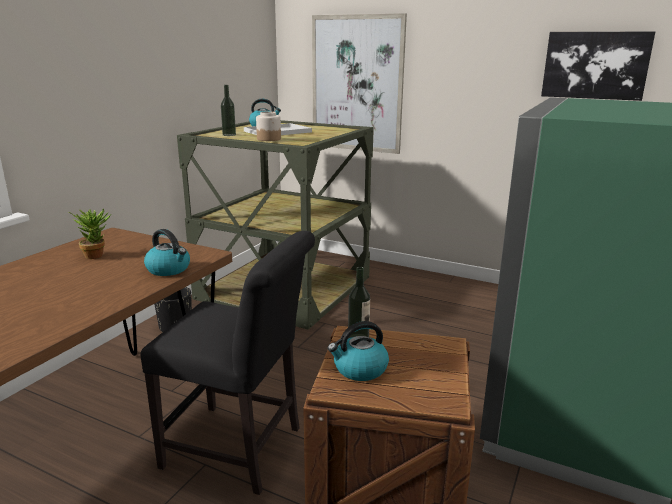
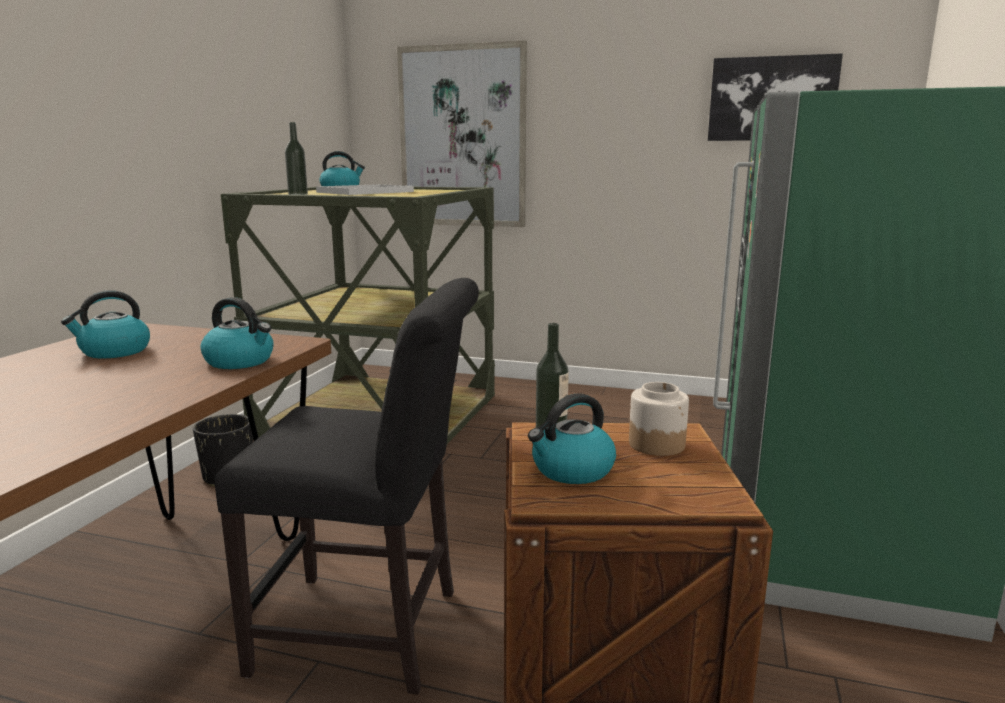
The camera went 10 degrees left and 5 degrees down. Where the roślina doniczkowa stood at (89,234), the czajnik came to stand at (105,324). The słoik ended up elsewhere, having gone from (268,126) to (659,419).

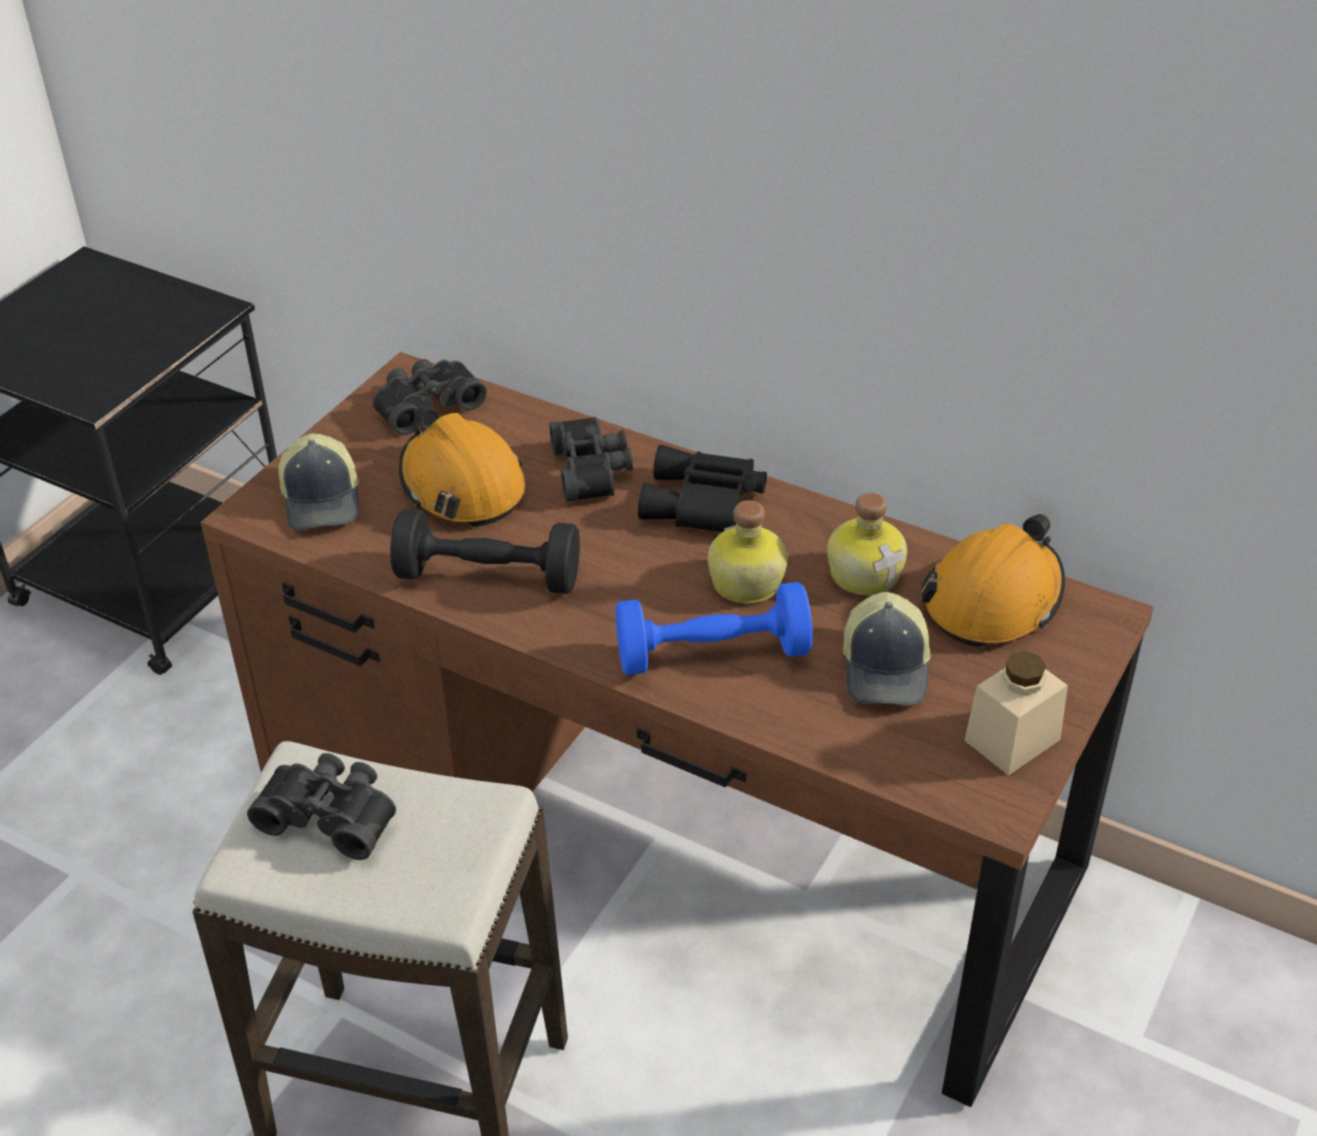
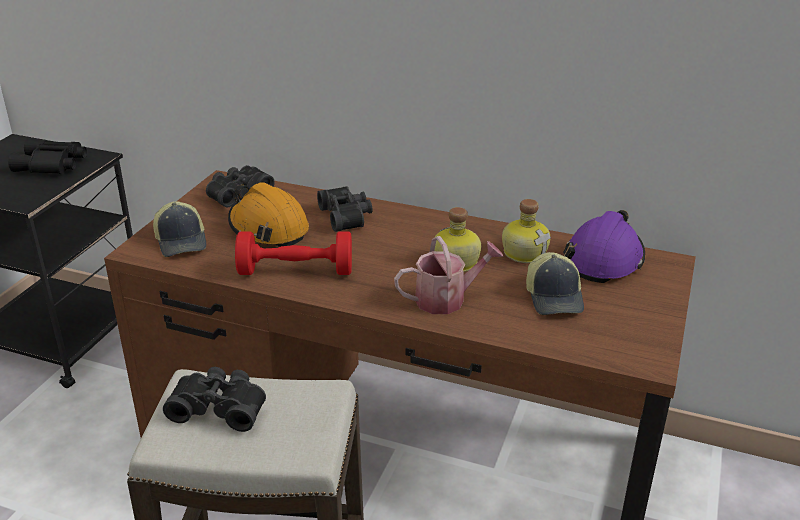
The camera went 10 degrees left and 10 degrees down. What was the hantel (czarny) at (485,551) turned into the hantel (czerwony) at (293,253). Where the hantel (niebieski) stood at (714,628), the konewka came to stand at (449,275). The lornetka (czarny) ended up elsewhere, having gone from (702,488) to (47,156). What was the kask (pomarańczowy) at (993,580) turned into the kask (fioletowy) at (604,246). The second view lost the słoik (beżowy) at (1016,713).

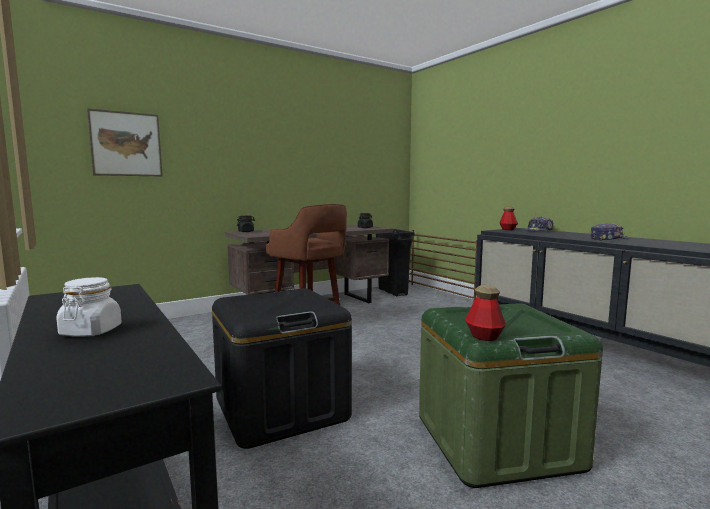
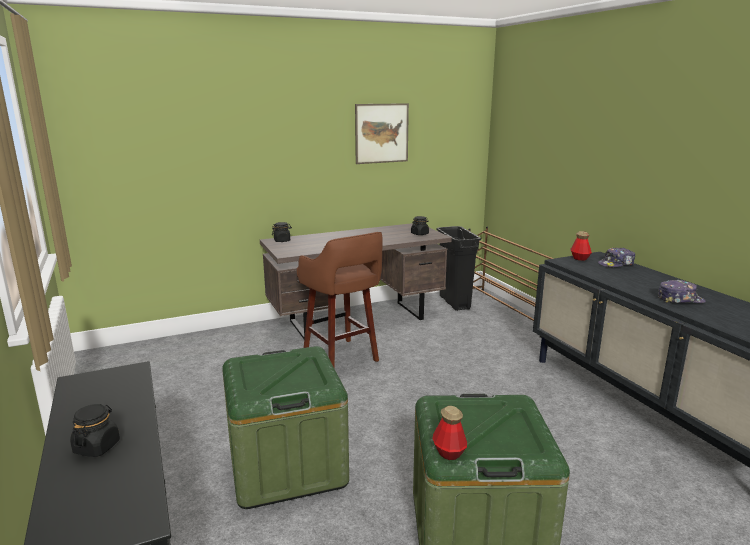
The camera went 10 degrees right and 10 degrees up. What was the słoik (biały) at (89,307) turned into the słoik (czarny) at (95,430). The obraz ended up elsewhere, having gone from (125,142) to (382,133). What was the pojemnik do przechowywania (czarny) at (282,368) turned into the pojemnik do przechowywania (zielony) at (285,427).

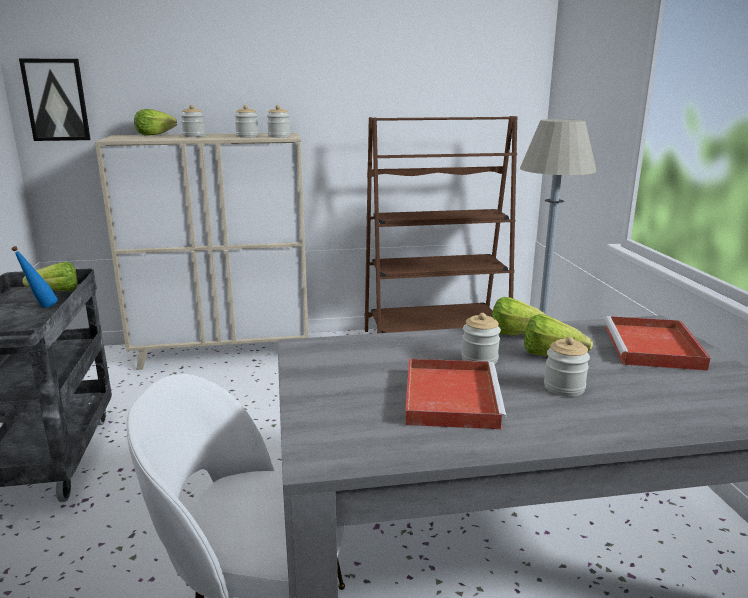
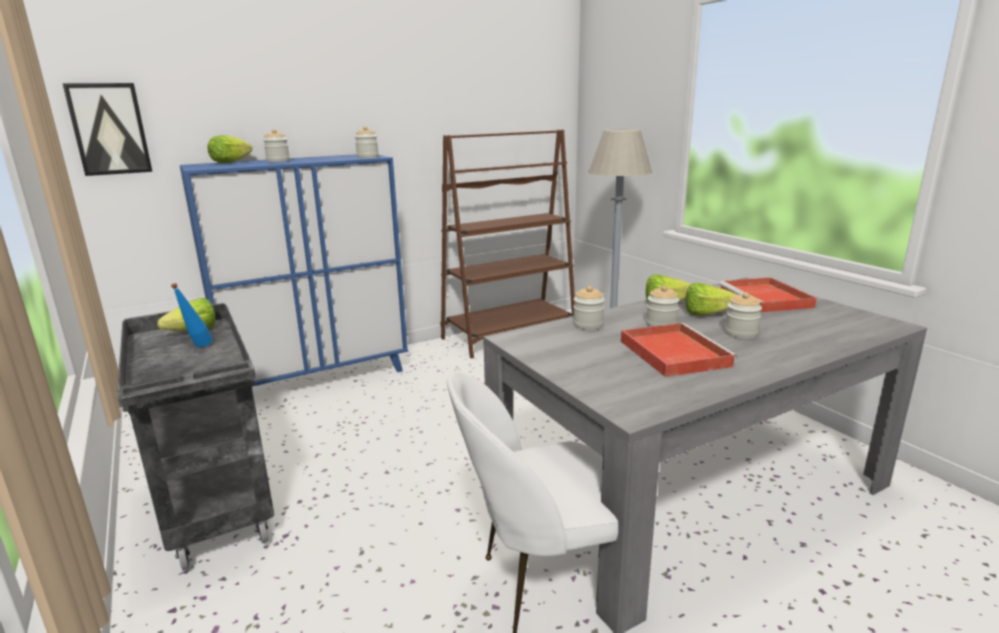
The camera went 20 degrees left and 0 degrees up. What was the szafka (beżowy) at (202,251) turned into the szafka (niebieski) at (294,270). The słoik ended up elsewhere, having gone from (247,121) to (589,308).

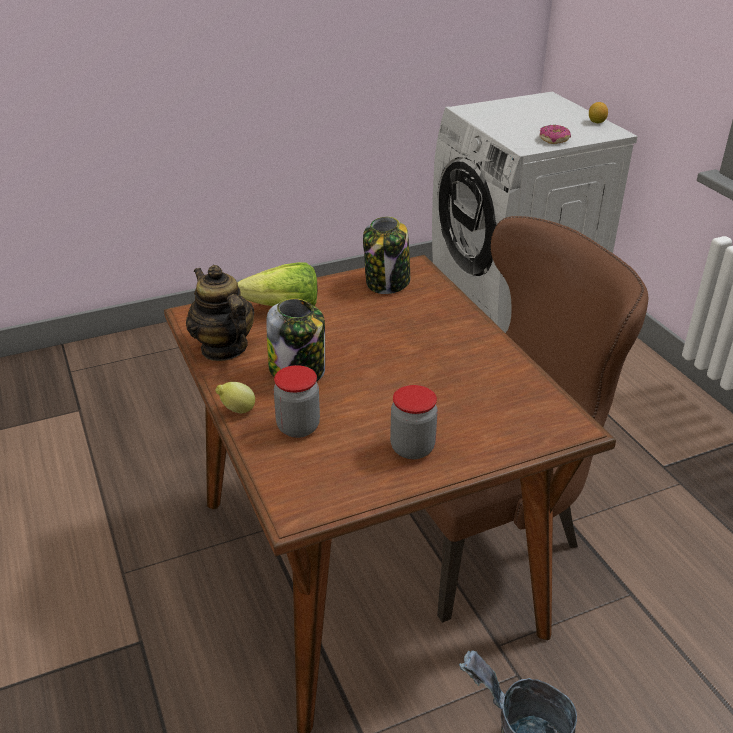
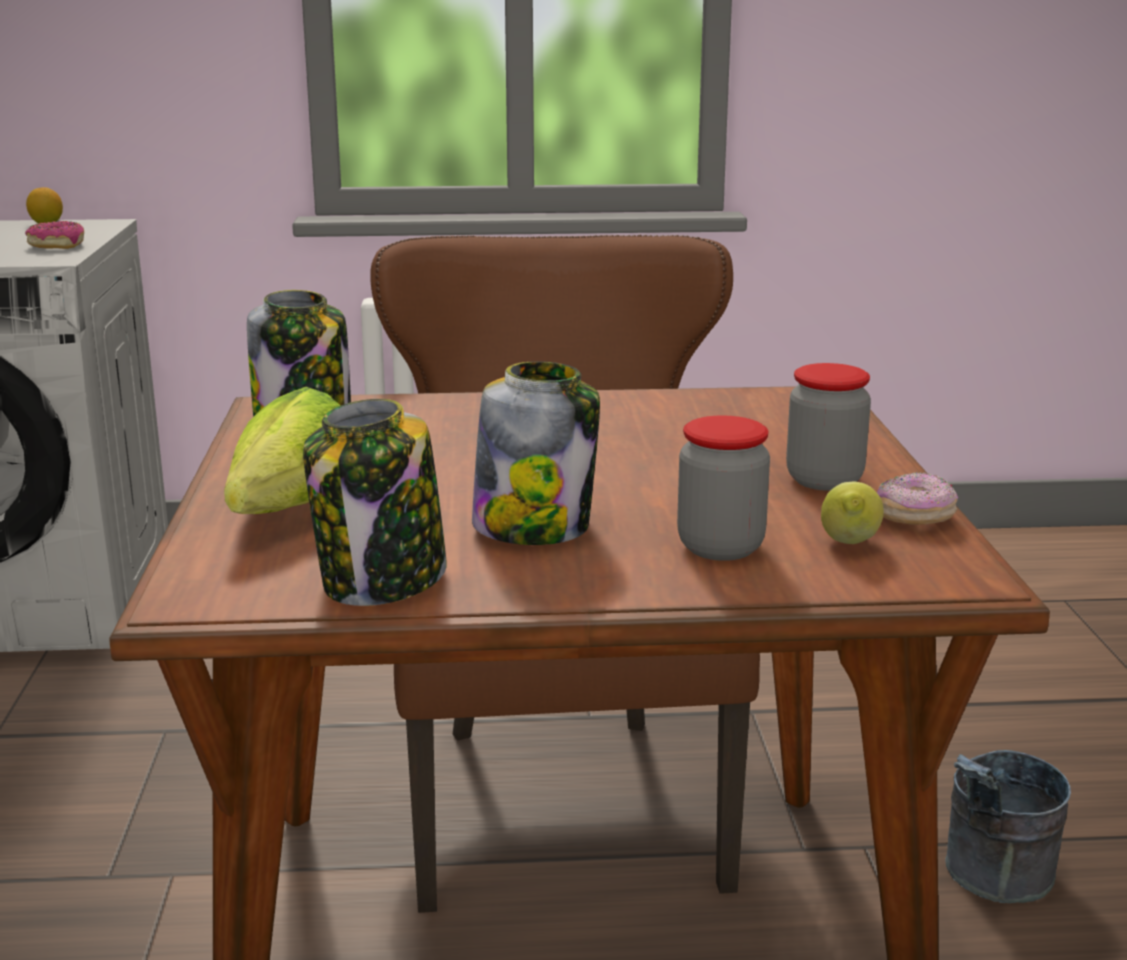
The camera went 70 degrees left and 15 degrees down. Where the imbryk stood at (220,313), the słoik came to stand at (375,502). The cytryna ended up elsewhere, having gone from (235,397) to (852,513). The second view gained the donut at (917,498).

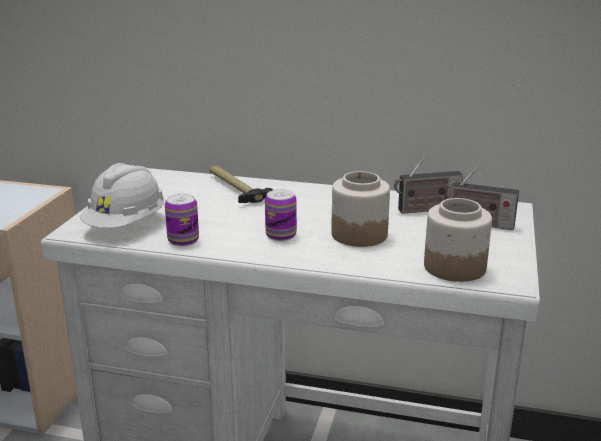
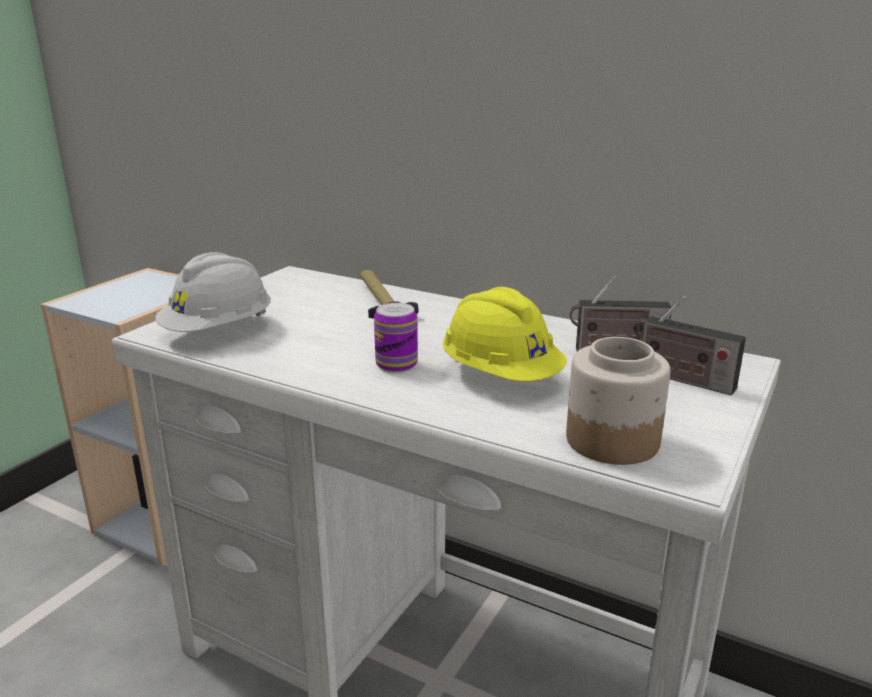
The camera went 15 degrees right and 0 degrees up. The second view lost the puszka at (182,220). Where the słoik stood at (360,209), the kask (żółty) came to stand at (505,334).

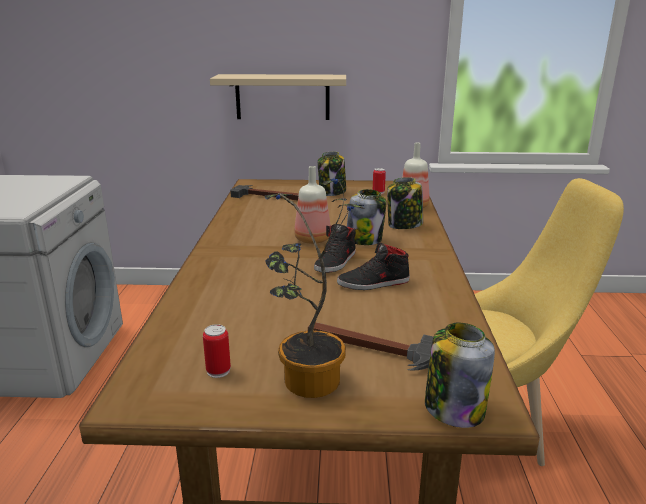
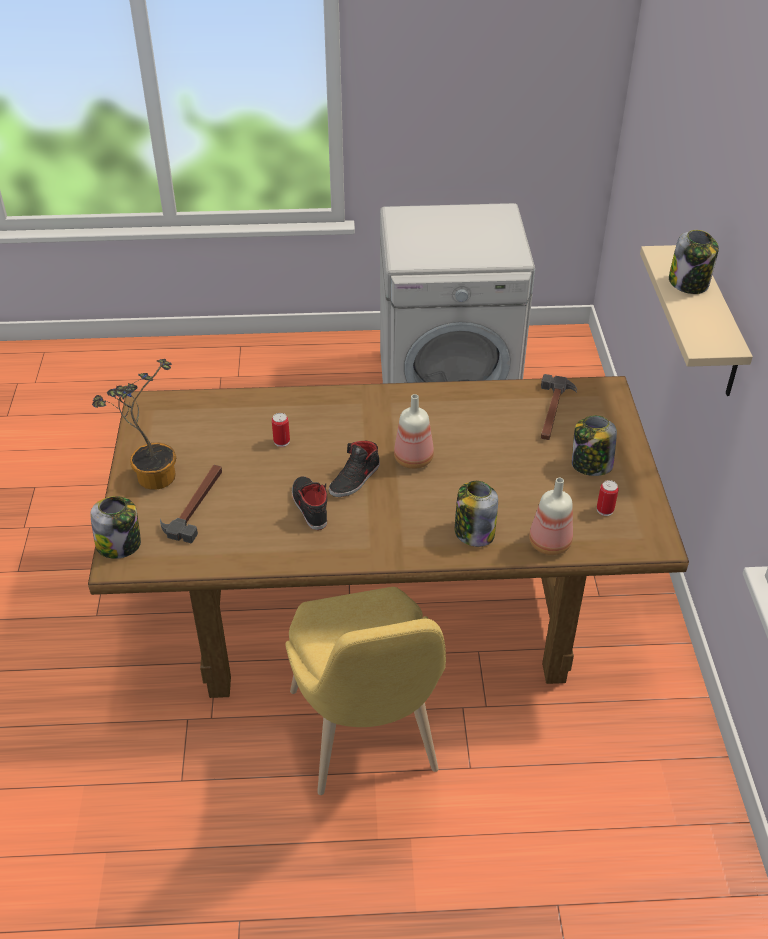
The camera went 85 degrees right and 20 degrees up. The puszka ended up elsewhere, having gone from (217,351) to (281,430). The but (czarny) at (335,248) ended up facing another way, 75 degrees counterclockwise from before. The słoik ended up elsewhere, having gone from (366,217) to (694,262).

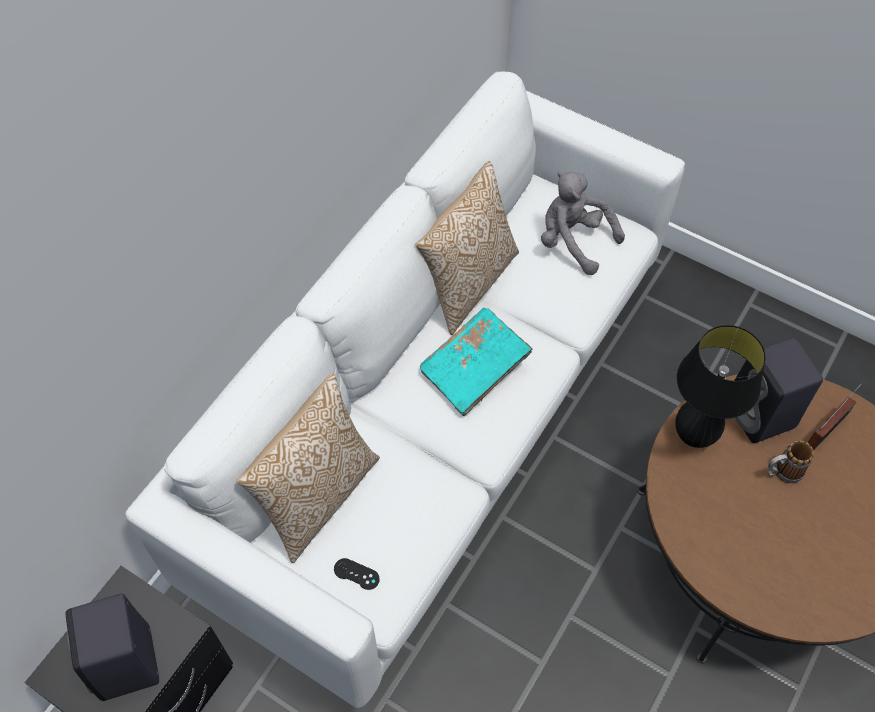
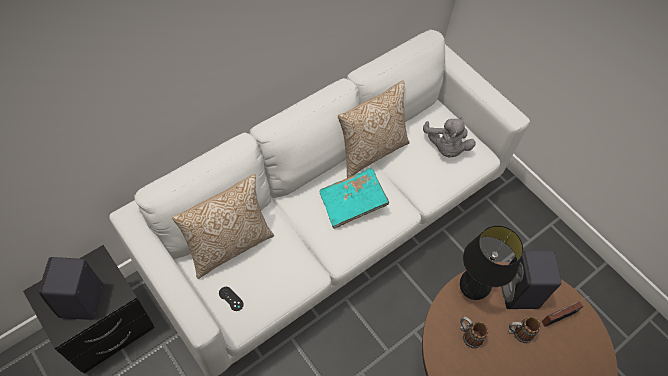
The camera went 15 degrees right and 0 degrees up. The pluszak (szary) at (583,223) ended up facing another way, 150 degrees counterclockwise from before. The second view gained the kubek at (474,332).

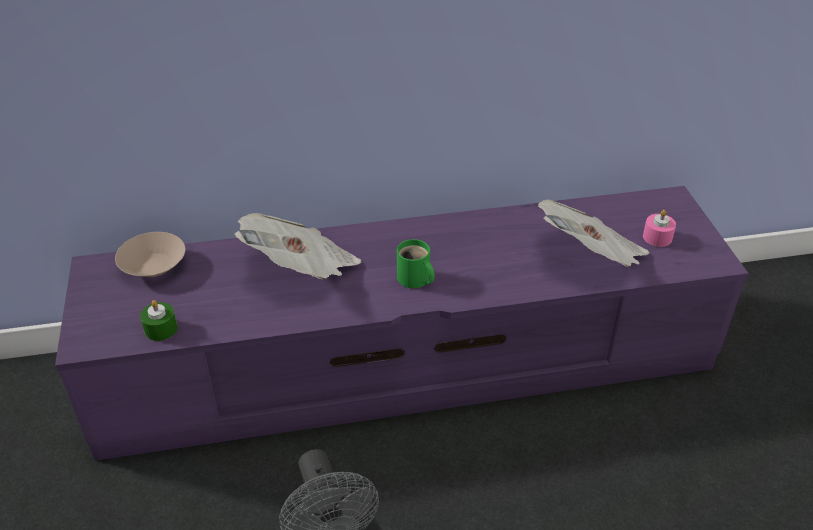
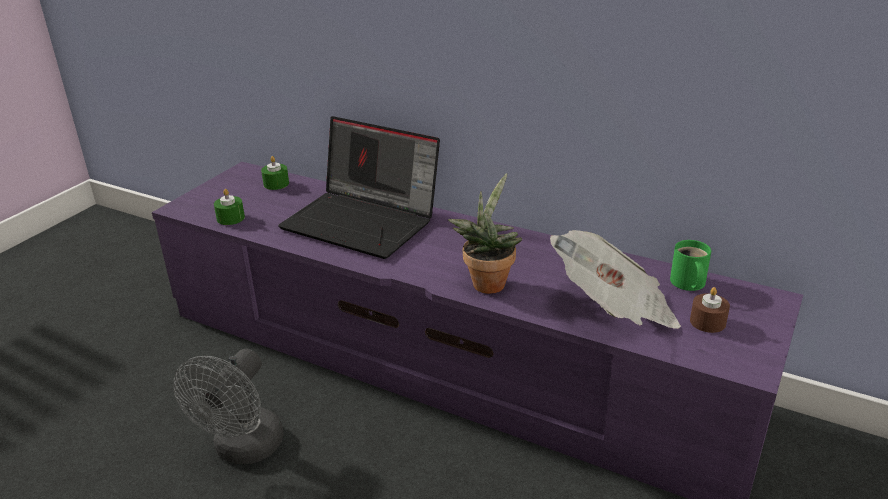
The camera went 40 degrees right and 10 degrees down. Where the miska (beżowy) stood at (150,254), the świeca (zielony) came to stand at (275,173). Where the gazeta stood at (297,246), the laptop came to stand at (359,187). The kubek (zielony) ended up elsewhere, having gone from (416,263) to (690,265). What was the świeca (różowy) at (659,228) turned into the świeca (brązowy) at (710,310). The second view gained the roślina doniczkowa at (485,233).

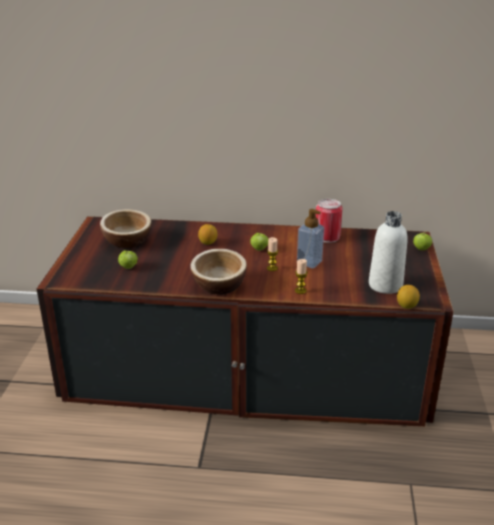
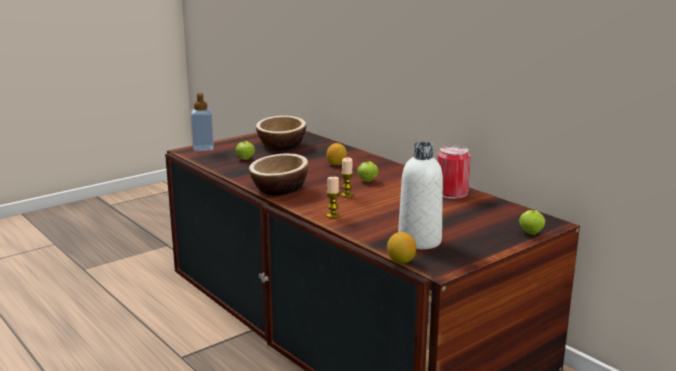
The camera went 45 degrees right and 10 degrees down. The dozownik mydła ended up elsewhere, having gone from (310,238) to (202,122).

